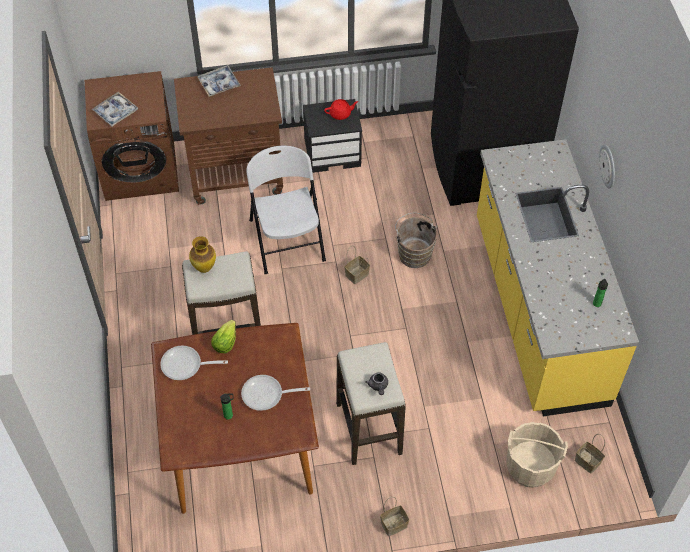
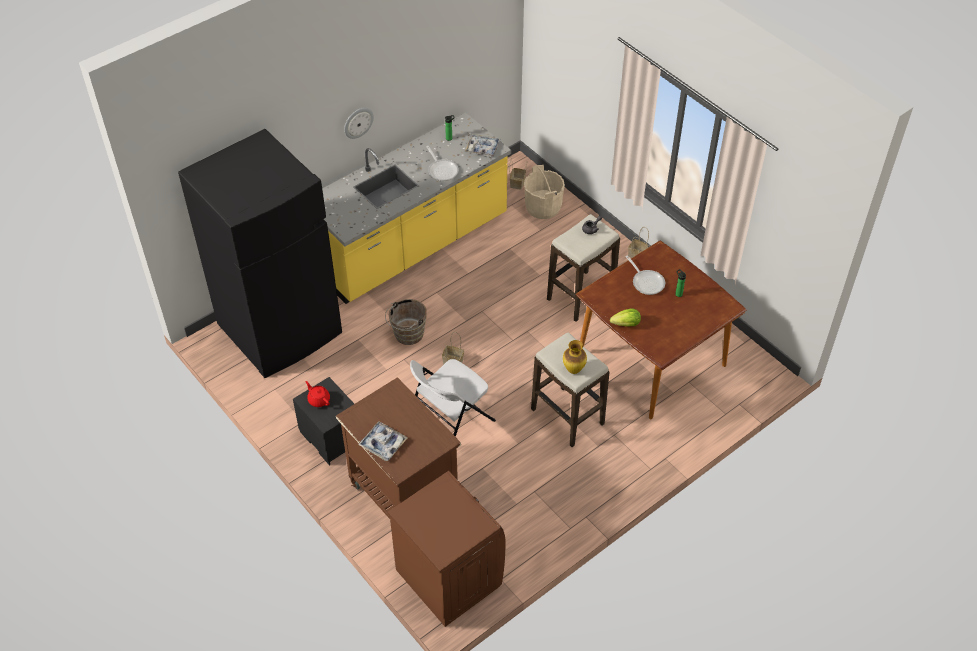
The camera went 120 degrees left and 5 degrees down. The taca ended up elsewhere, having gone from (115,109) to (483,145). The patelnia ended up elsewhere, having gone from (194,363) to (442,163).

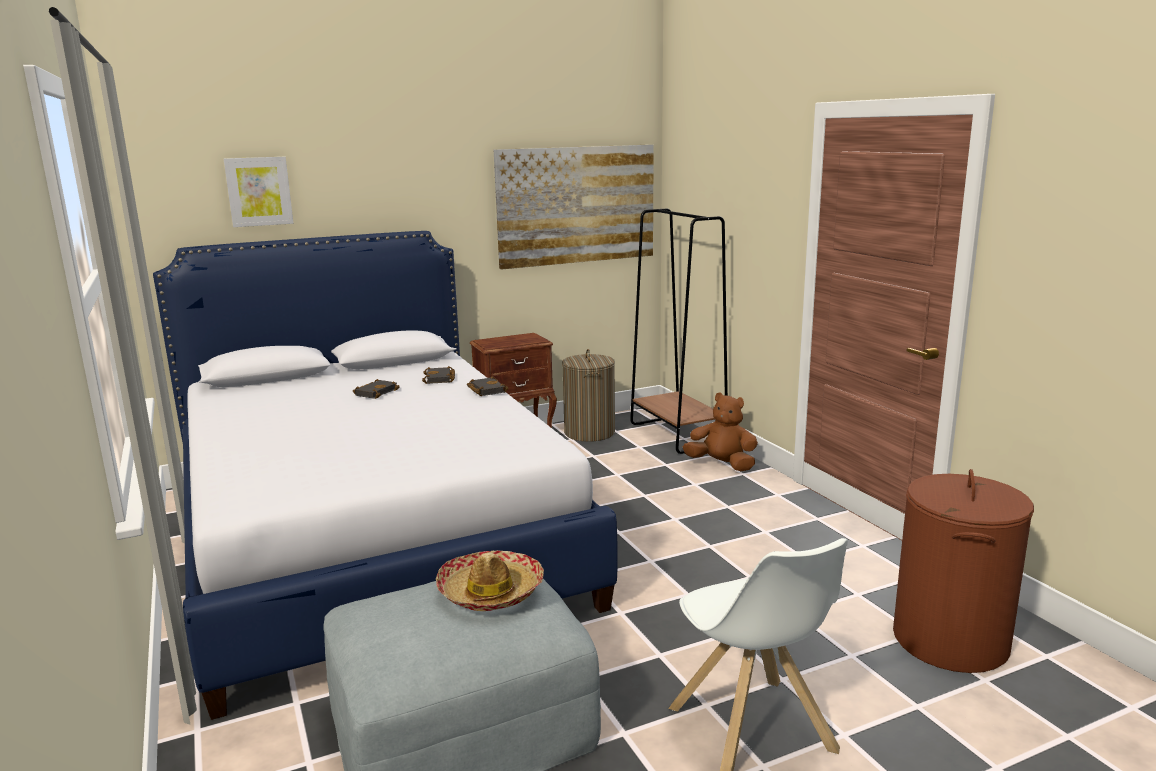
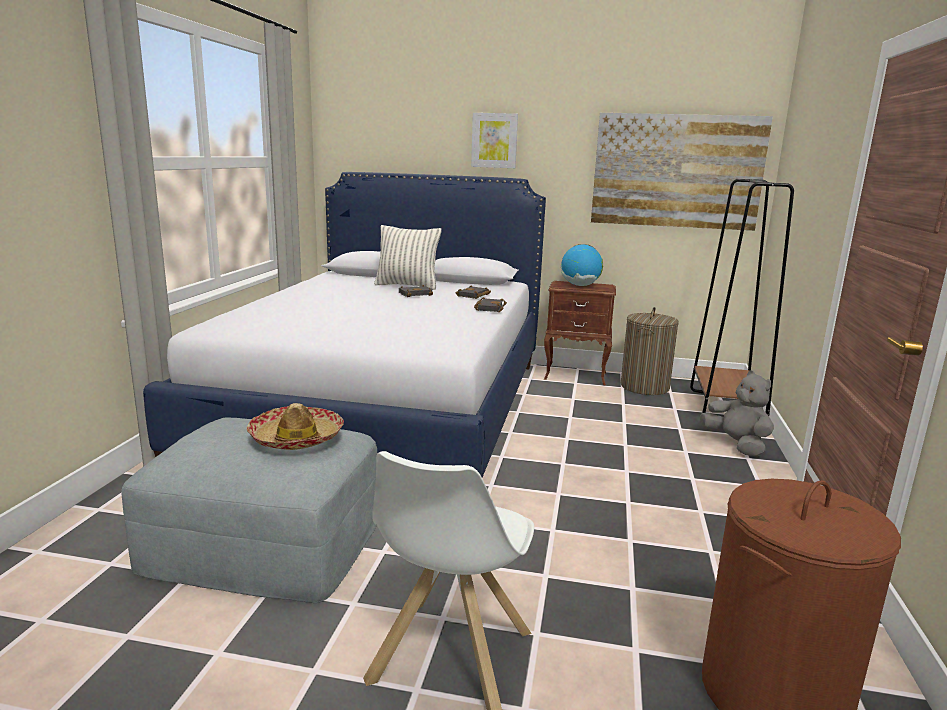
The camera went 35 degrees right and 0 degrees up. The obraz ended up elsewhere, having gone from (258,192) to (494,140). What was the pluszak (brązowy) at (720,431) turned into the pluszak (szary) at (737,413). The second view gained the poduszka at (407,257). The second view gained the globus at (582,265).

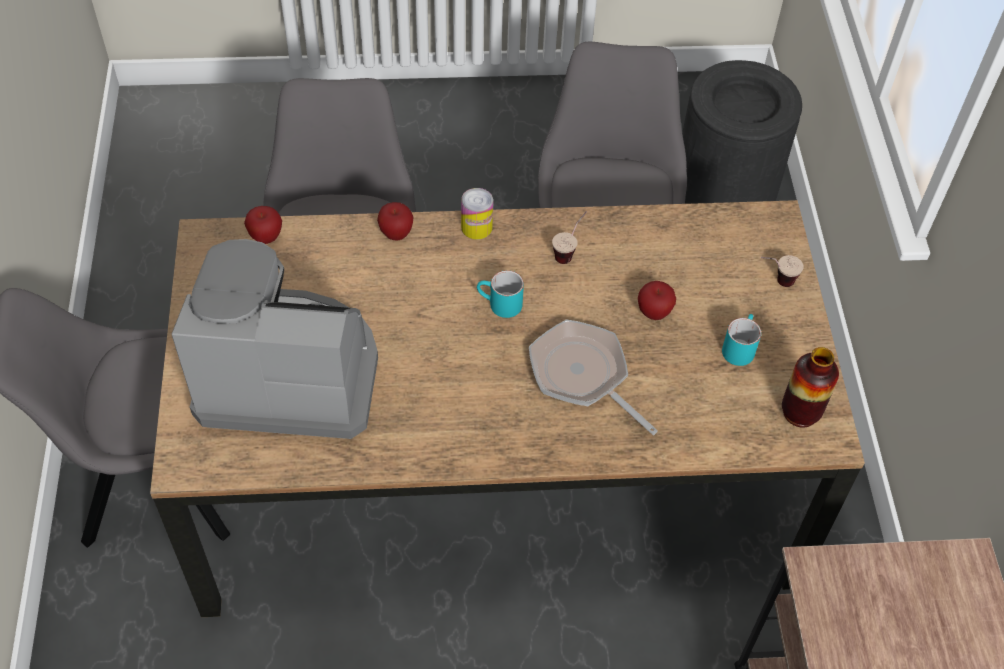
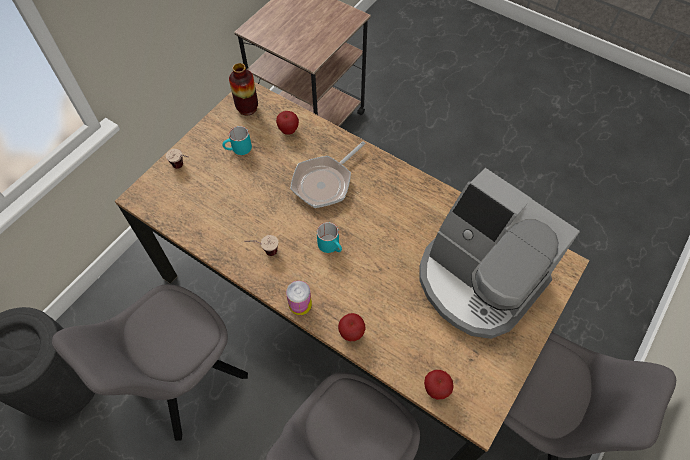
The camera went 140 degrees left and 5 degrees up. The patelnia at (593,377) ended up facing another way, 45 degrees clockwise from before. The jabłko ended up elsewhere, having gone from (657,300) to (287,123).

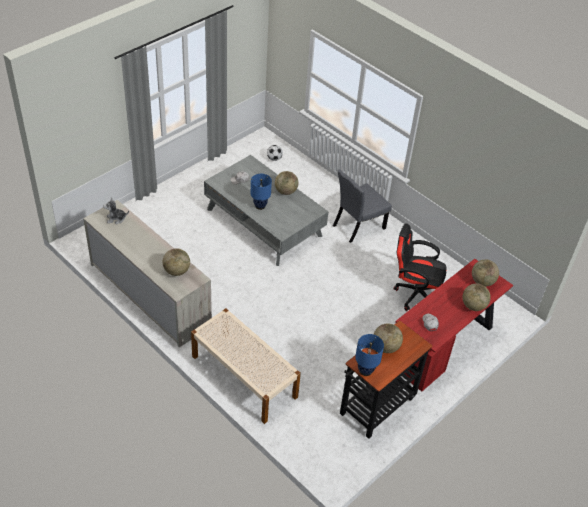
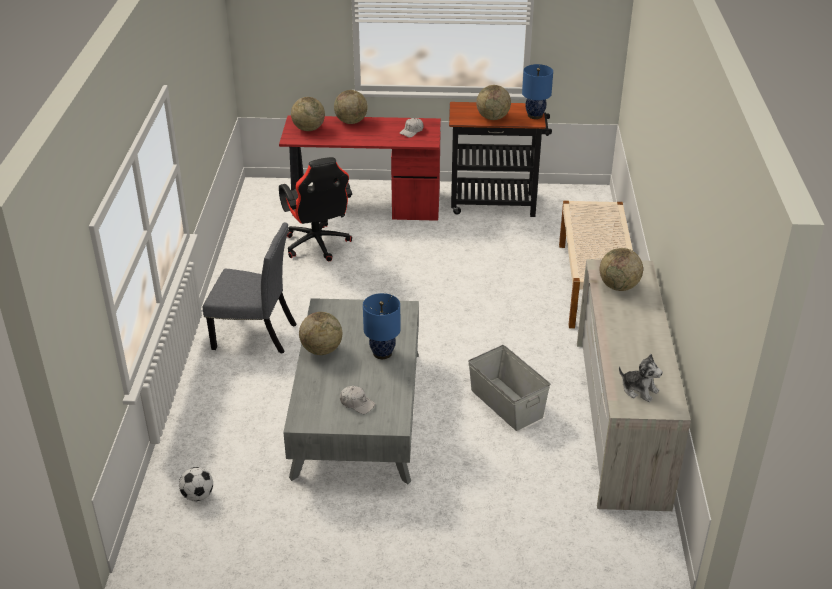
The camera went 130 degrees left and 10 degrees down. The second view gained the pojemnik do przechowywania (szary) at (509,388).

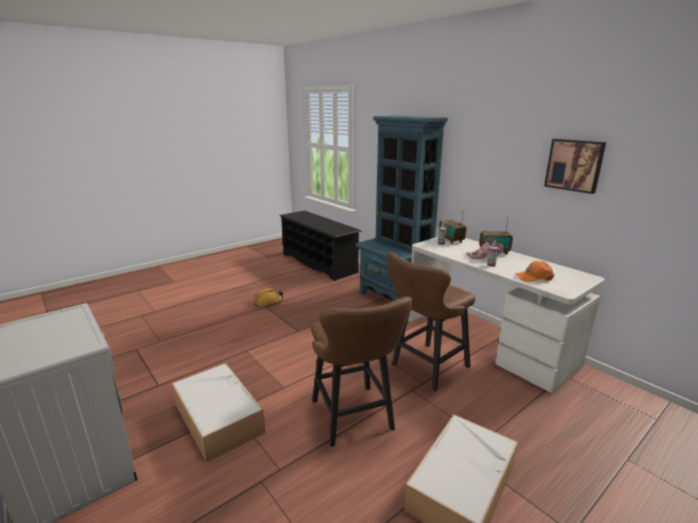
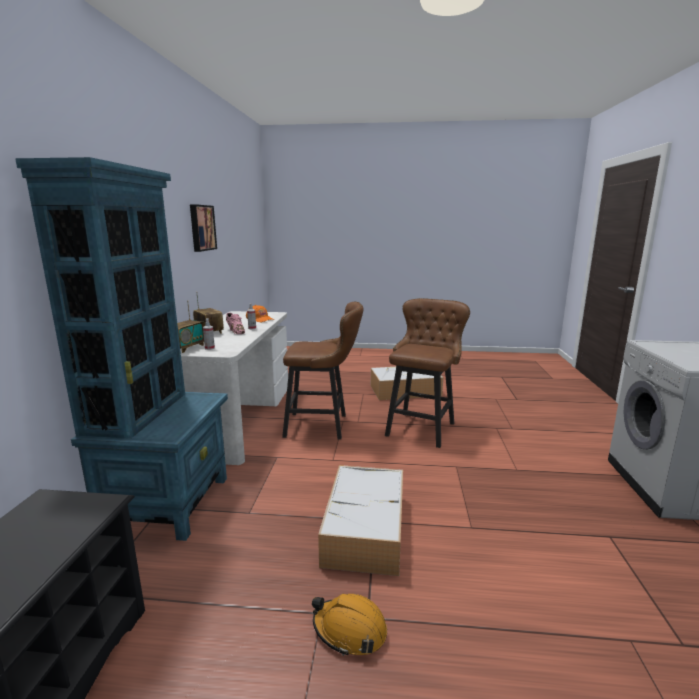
The camera went 135 degrees left and 5 degrees down. The pojemnik do przechowywania ended up elsewhere, having gone from (219,413) to (360,520).

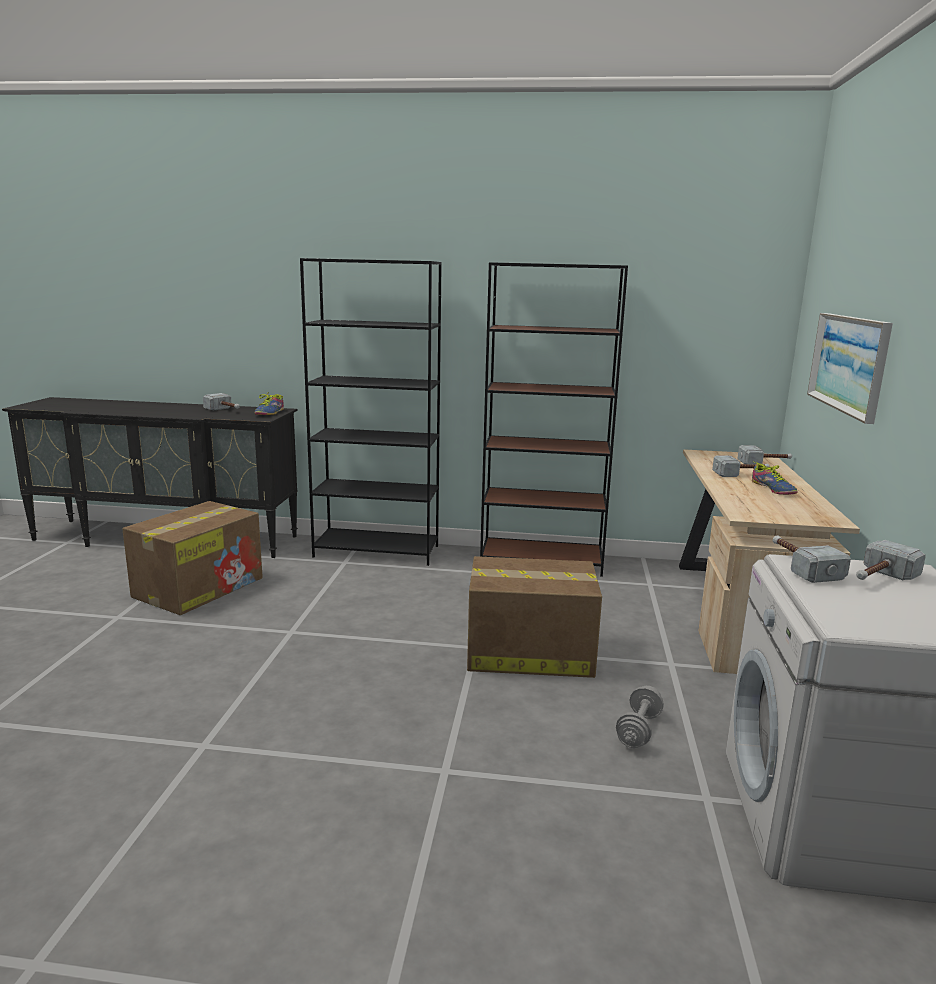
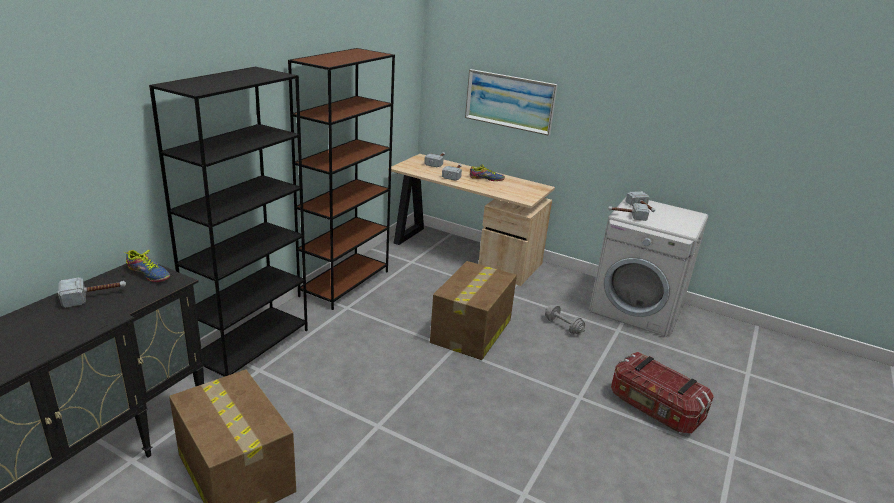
The camera went 70 degrees left and 10 degrees up. The second view gained the pojemnik do przechowywania at (662,392).

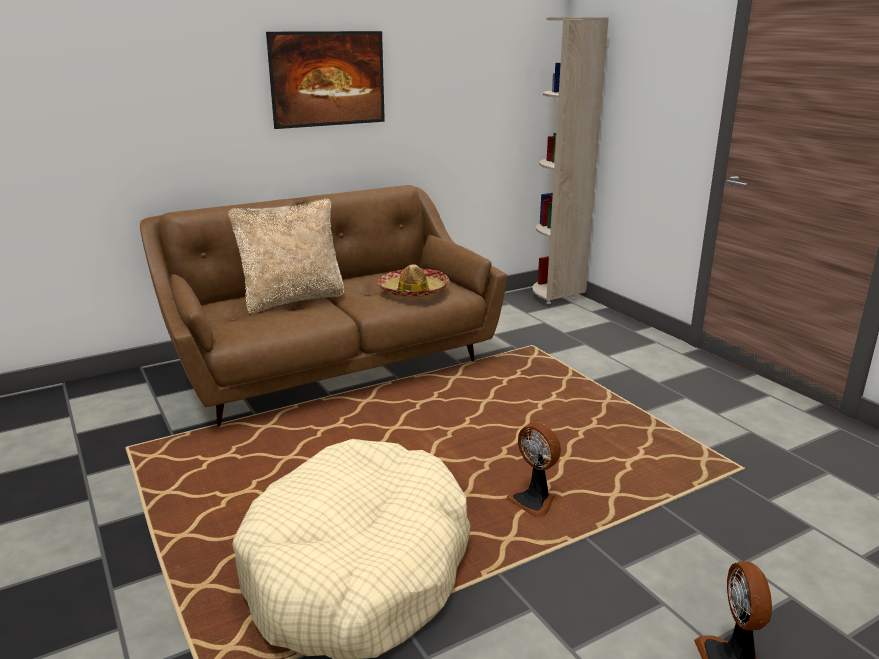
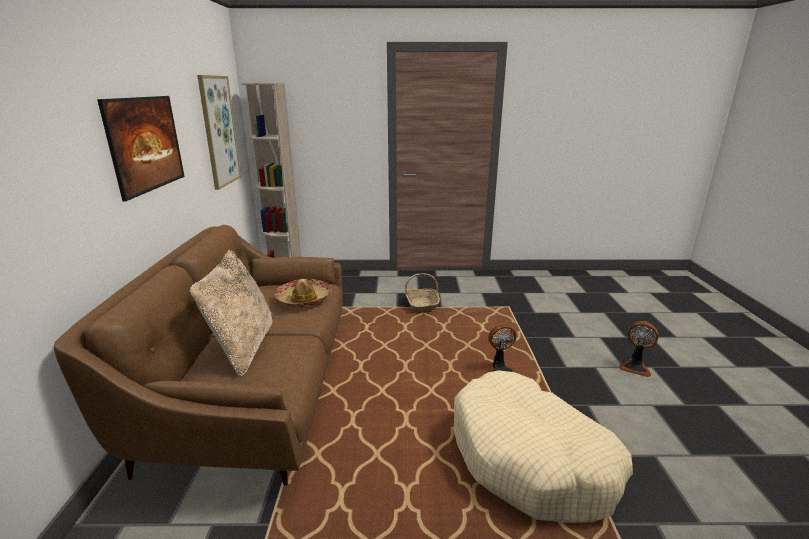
The camera went 60 degrees left and 0 degrees up. The second view gained the obraz at (219,132). The second view gained the koszyk at (422,293).

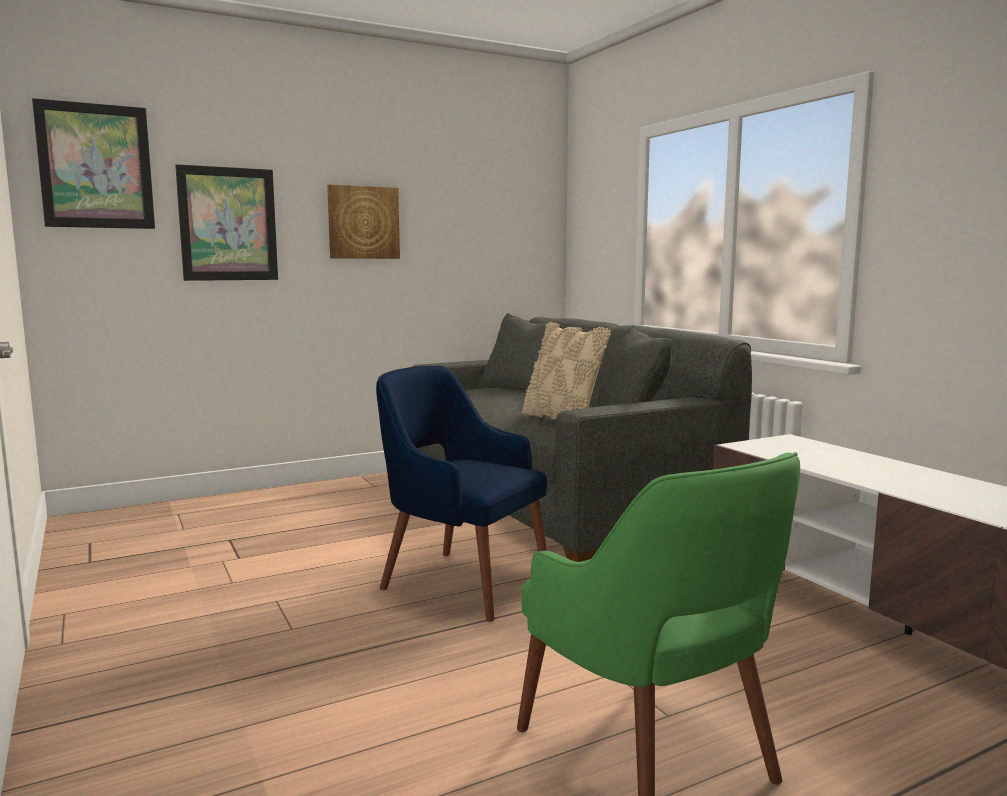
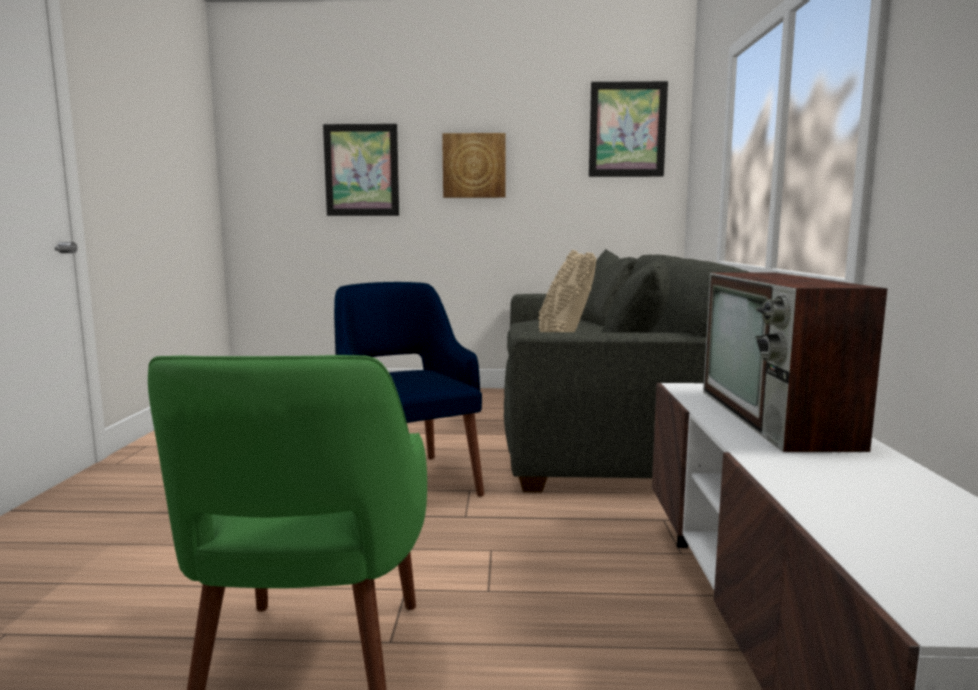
The camera went 30 degrees right and 0 degrees up. The obraz ended up elsewhere, having gone from (93,163) to (628,129). The second view gained the telewizor at (795,362).

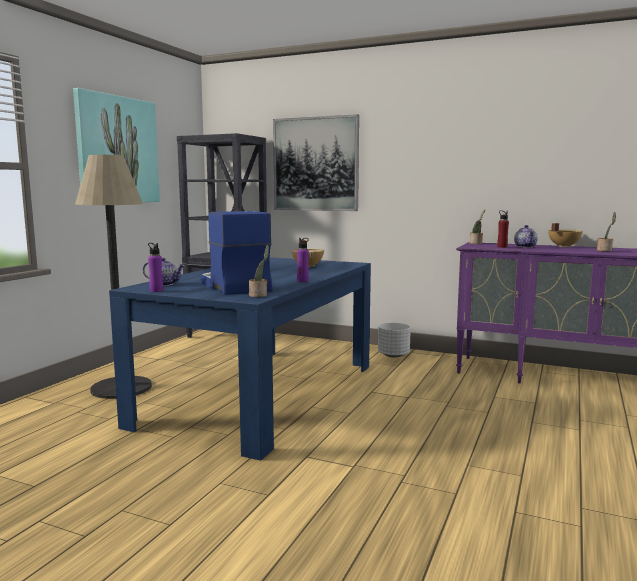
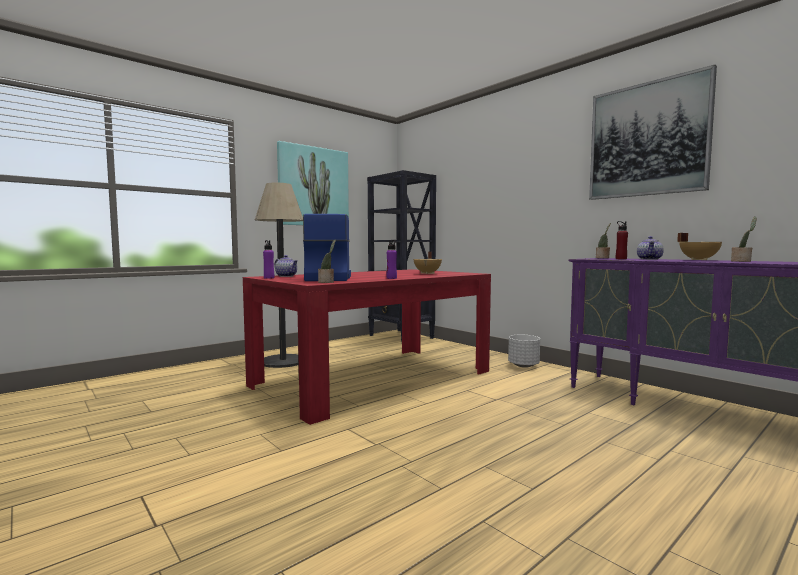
The camera went 25 degrees right and 5 degrees down. What was the stół jadalny (niebieski) at (240,359) turned into the stół jadalny (czerwony) at (367,347). The obraz ended up elsewhere, having gone from (316,162) to (653,132).

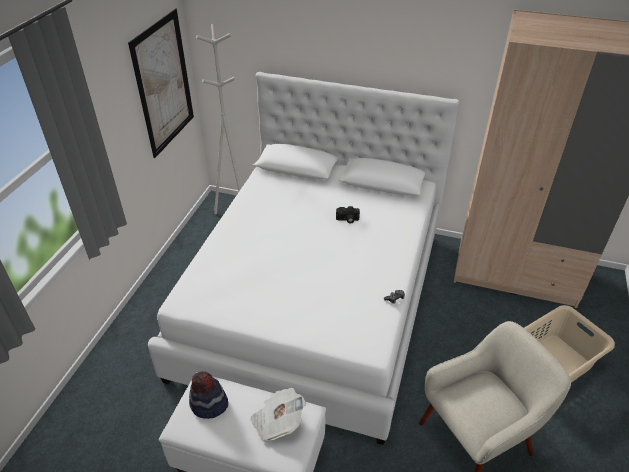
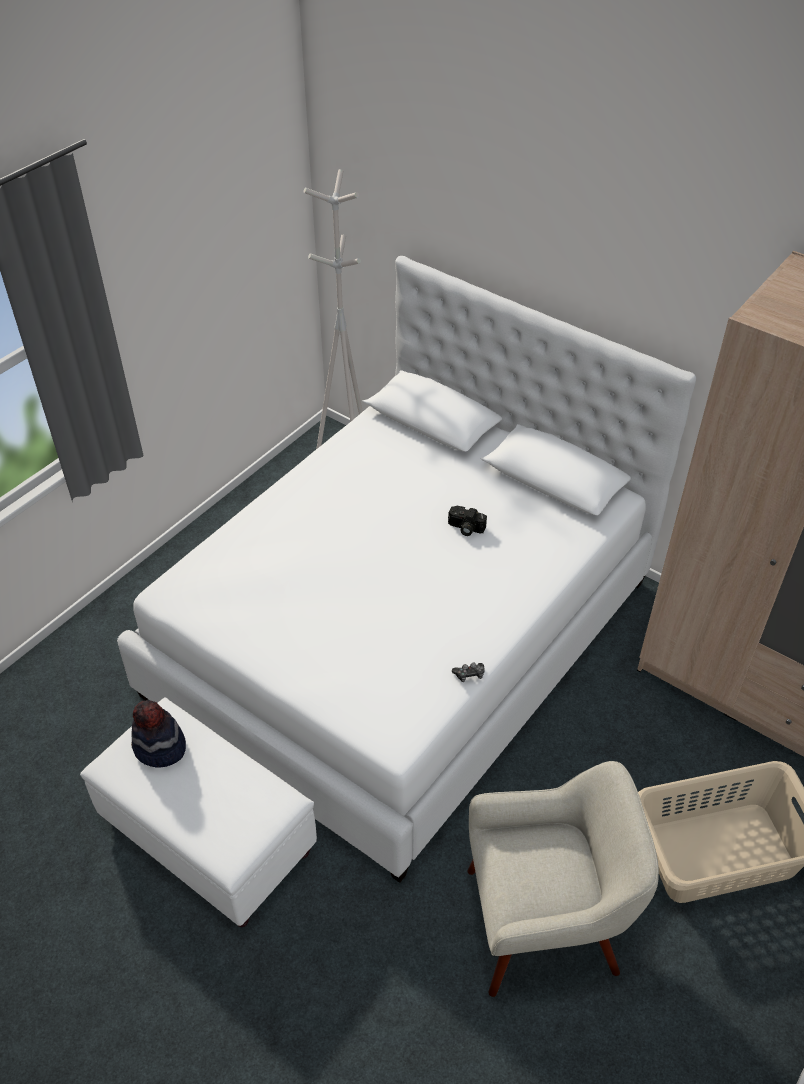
The camera went 20 degrees right and 5 degrees up. The second view lost the obraz at (161,83). The second view lost the gazeta at (278,415).

